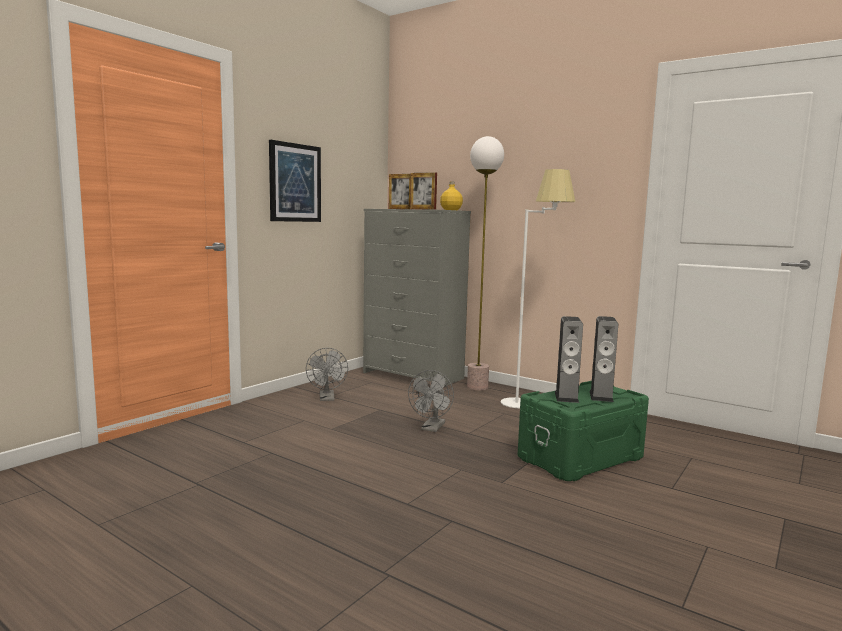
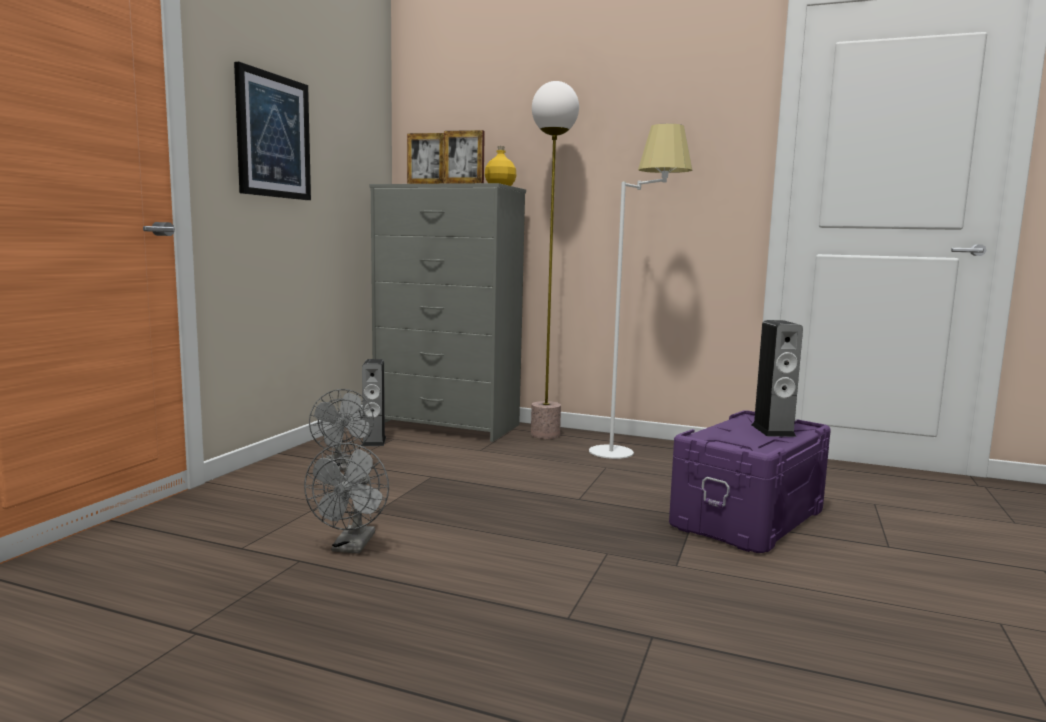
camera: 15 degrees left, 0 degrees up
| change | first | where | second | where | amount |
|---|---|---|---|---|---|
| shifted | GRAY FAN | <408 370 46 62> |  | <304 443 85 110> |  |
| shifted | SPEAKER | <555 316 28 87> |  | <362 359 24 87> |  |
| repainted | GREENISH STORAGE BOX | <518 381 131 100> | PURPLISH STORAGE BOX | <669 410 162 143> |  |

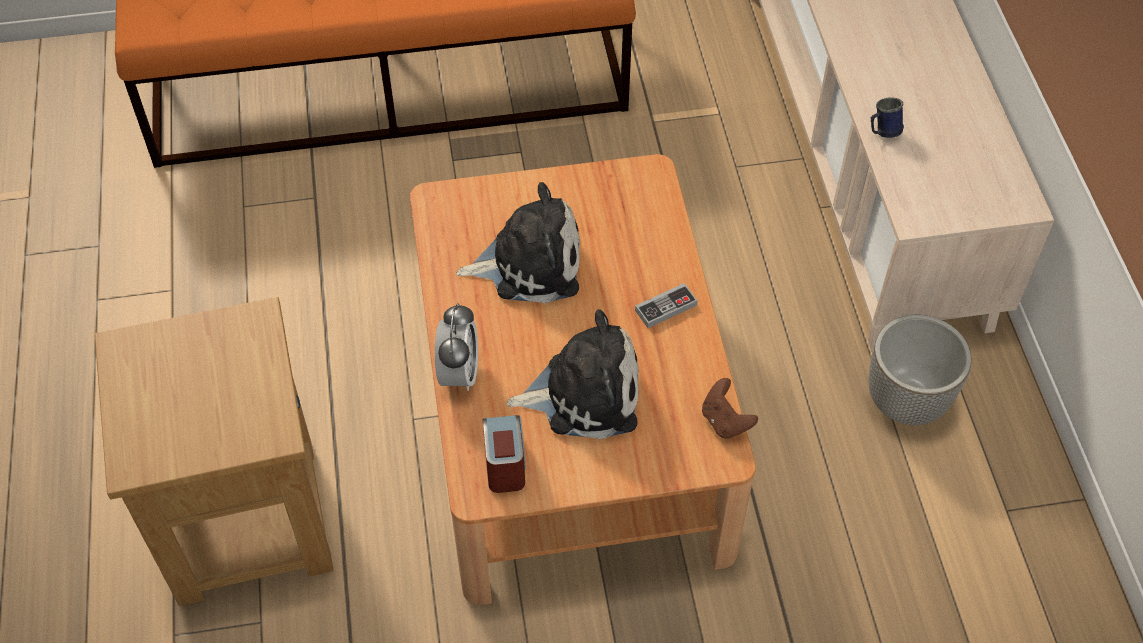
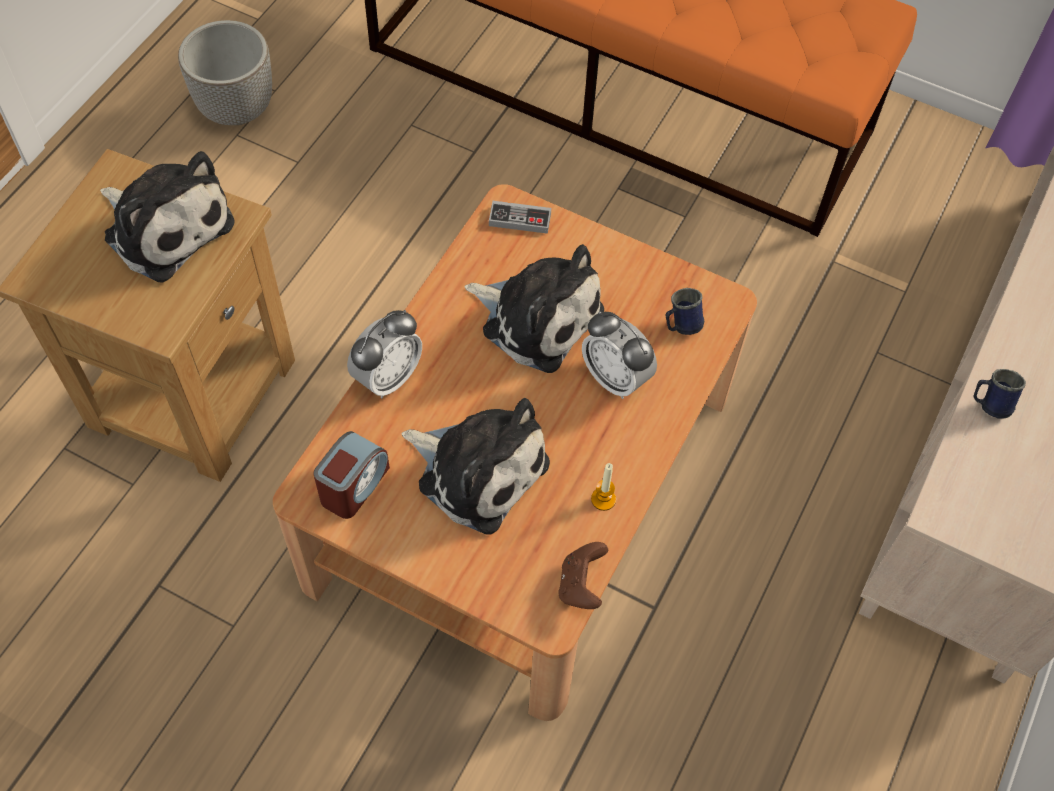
camera: 35 degrees right, 5 degrees up
| change | first | where | second | where | amount |
|---|---|---|---|---|---|
| new |  |  | CUDDLY TOY | <100 151 135 132> |  |
| shifted | PLANT POT | <869 315 103 110> |  | <178 20 94 105> |  |
| shifted | GAME CONTROLLER | <635 283 63 45> |  | <489 201 62 33> |  |
| new |  |  | BEDSIDE CLOCK | <582 311 75 88> |  |
| new |  |  | WAX LIGHT | <591 463 25 48> |  |
| new |  |  | BLUE TEA MUG | <666 288 38 47> |  |

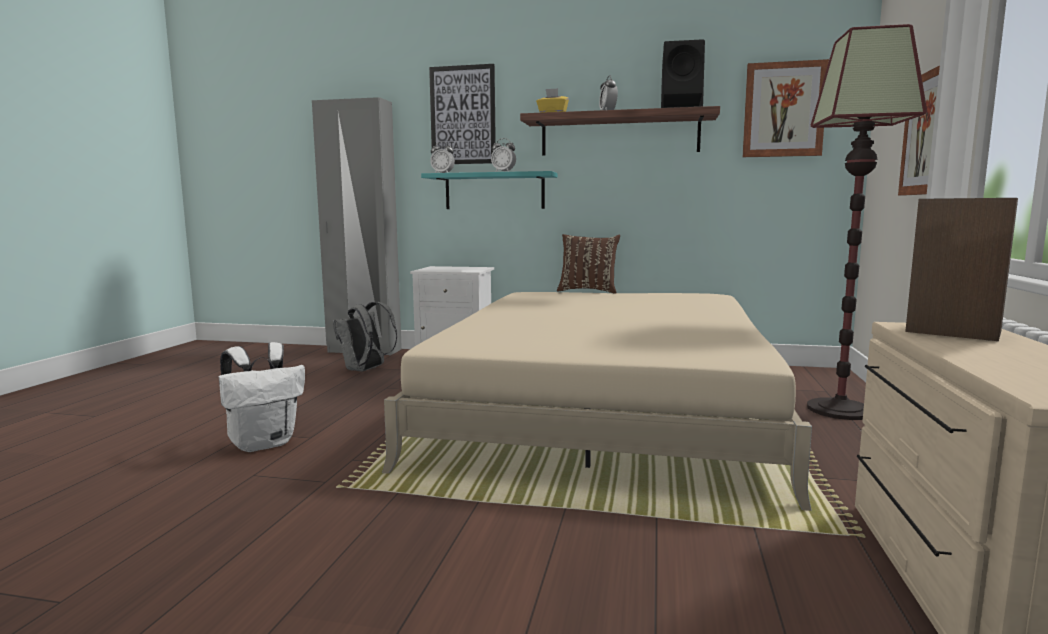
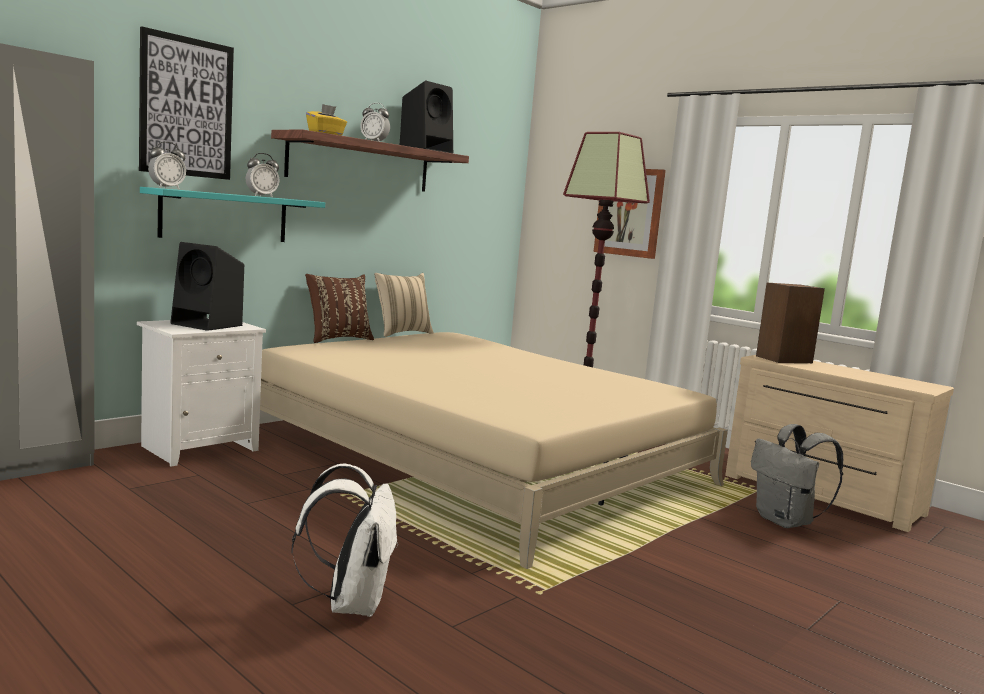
camera: 60 degrees left, 0 degrees up
| change | first | where | second | where | amount |
|---|---|---|---|---|---|
| new |  |  | BLACKISH SPEAKER | <170 242 74 89> |  |
| new |  |  | BEIGE THROW PILLOW | <374 273 60 64> |  |
| shifted | GRAY KNAPSACK | <333 302 64 69> |  | <751 424 92 104> |  |
| gone | PICTURE | <743 59 86 98> |  |  |  |

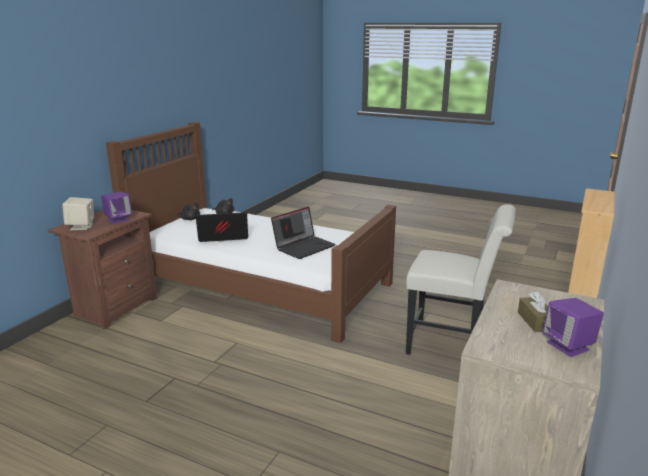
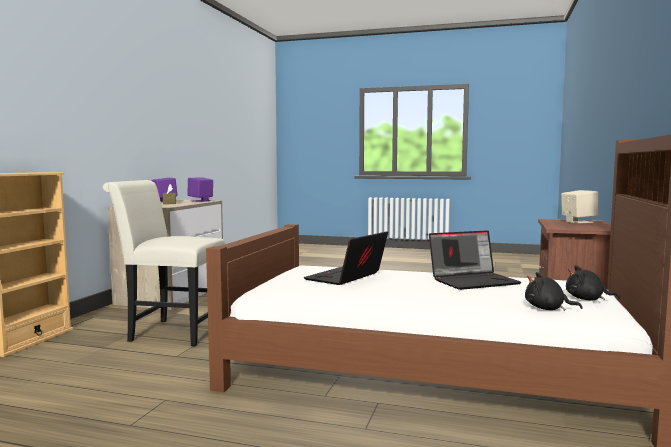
camera: 170 degrees right, 15 degrees down
| change | first | where | second | where | amount |
|---|---|---|---|---|---|
| shifted | PURPLISH SPEAKER | <101 192 31 32> |  | <188 177 25 25> |  |

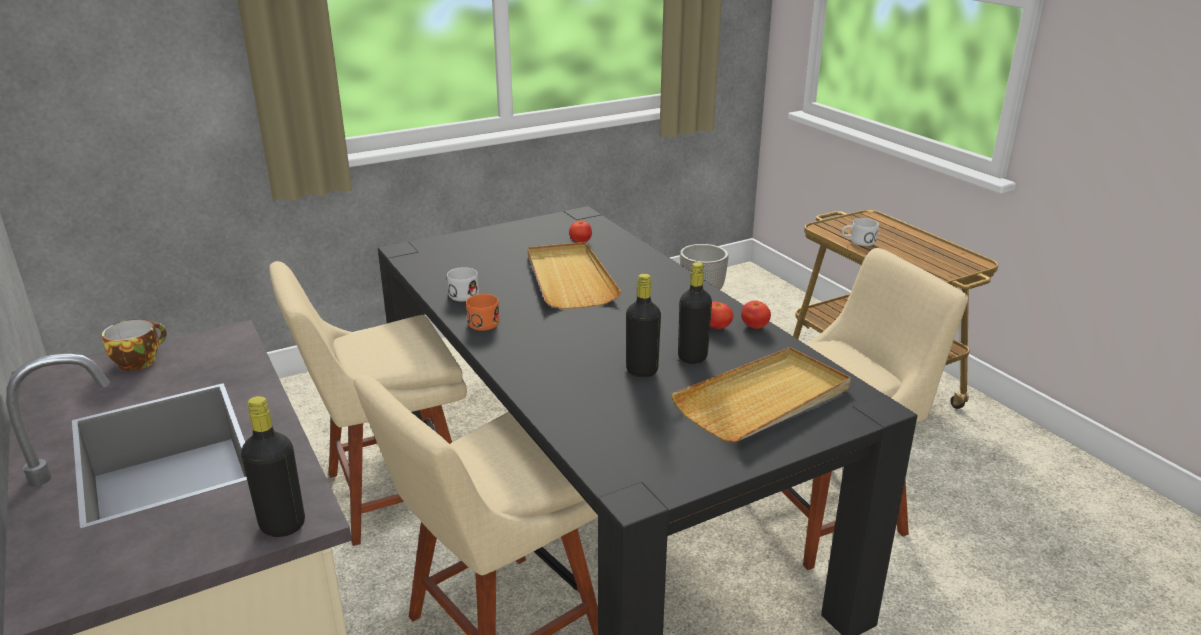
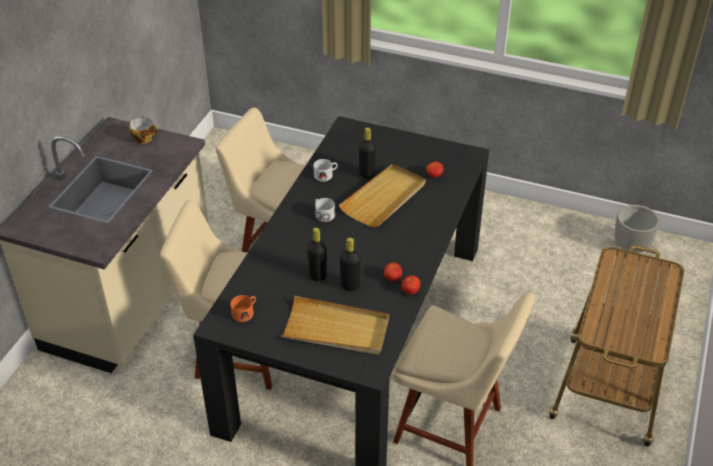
camera: 50 degrees right, 15 degrees up
| change | first | where | second | where | amount |
|---|---|---|---|---|---|
| shifted | ORANGEY TEA MUG | <466 294 34 37> |  | <230 295 26 27> |  |
| shifted | WHITE TEA MUG | <841 218 38 28> |  | <315 198 20 24> |  |
| shifted | BLACKISH BEVERAGE BOTTLE | <241 396 64 141> |  | <359 127 17 51> |  |

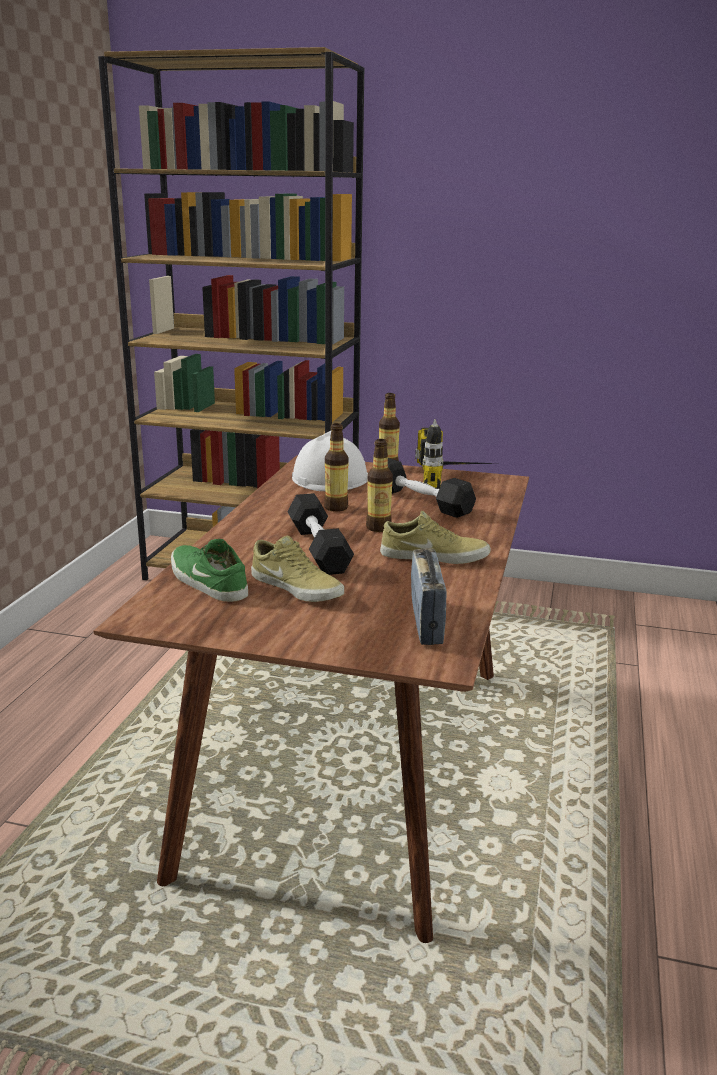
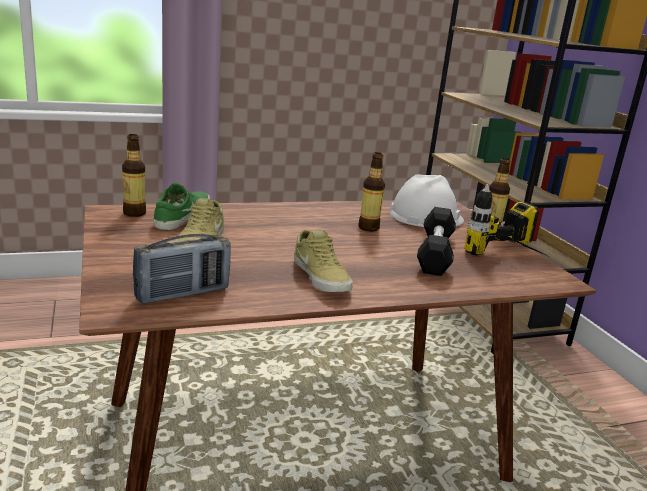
camera: 55 degrees right, 0 degrees up
| change | first | where | second | where | amount |
|---|---|---|---|---|---|
| shifted | BEVERAGE BOTTLE | <366 439 27 93> |  | <122 134 24 83> |  |
| gone | BLACKISH DUMBBELL | <288 493 66 82> |  |  |  |

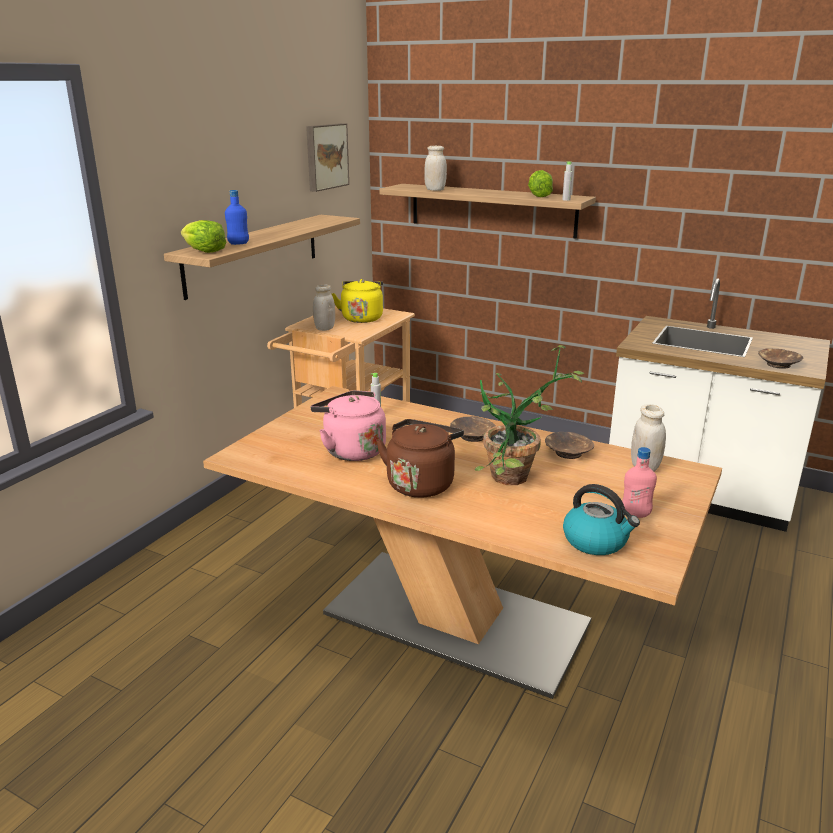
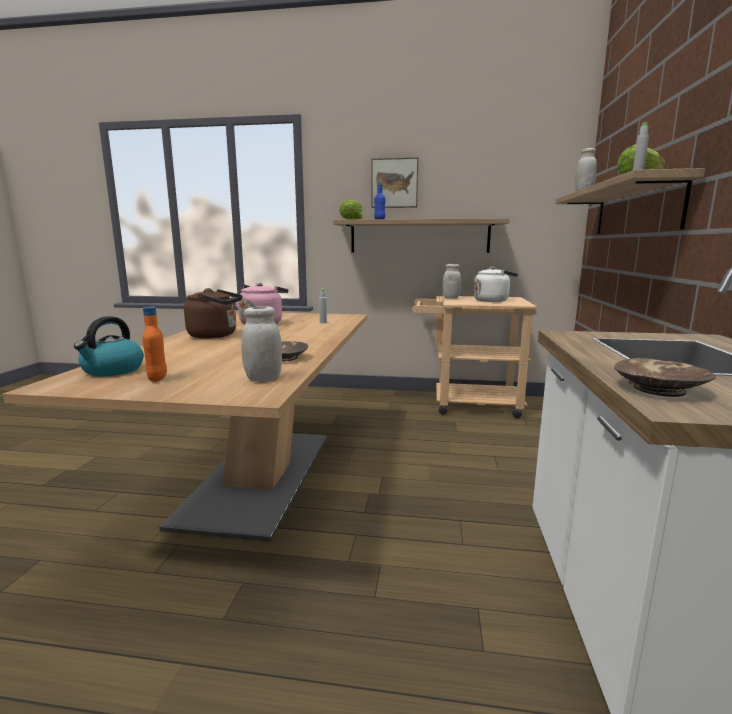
camera: 70 degrees right, 10 degrees down
| change | first | where | second | where | amount |
|---|---|---|---|---|---|
| repainted | PINKISH BEVERAGE BOTTLE | <622 447 35 71> | ORANGEY BEVERAGE BOTTLE | <142 306 25 76> |  |
| shifted | PICTURE | <306 123 43 69> |  | <371 157 47 51> |  |
| repainted | YELLOWISH WATER KETTLE | <331 279 52 44> | WHITE WATER KETTLE | <474 267 44 35> |  |
| gone | BROWN-COLOURED DEEP DISH | <450 416 46 26> |  |  |  |
| gone | PLANT IN A POT | <475 345 109 140> |  |  |  |

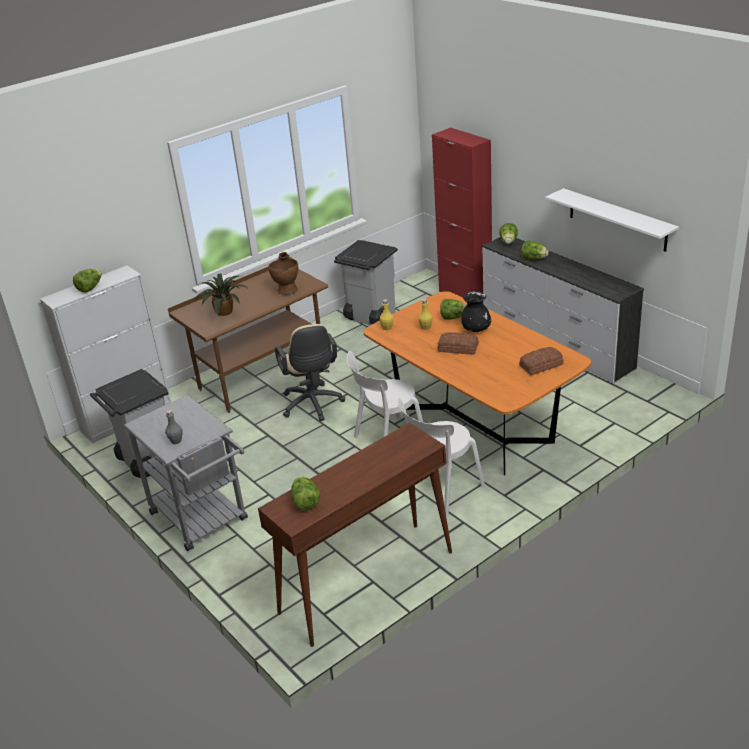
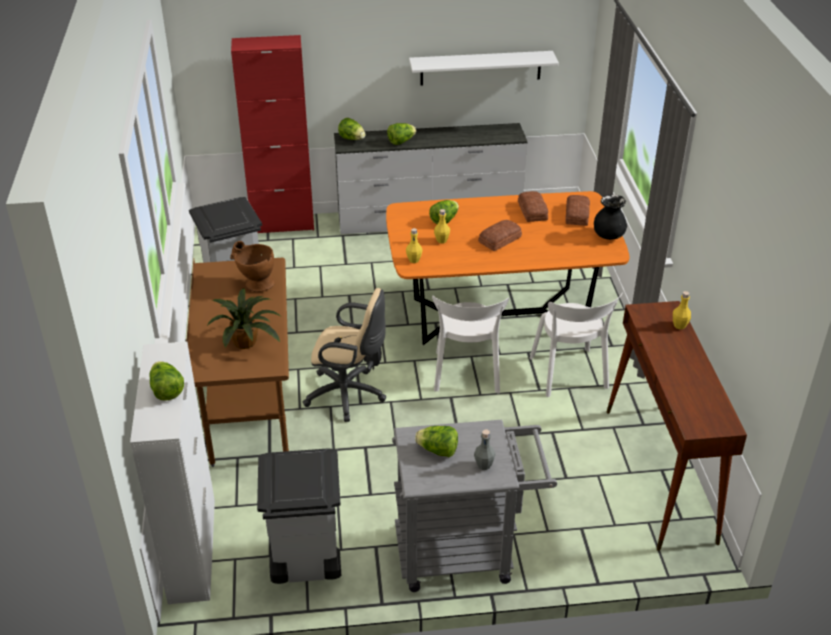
camera: 60 degrees left, 5 degrees up
| change | first | where | second | where | amount |
|---|---|---|---|---|---|
| shifted | LETTUCE | <291 476 29 35> |  | <415 426 43 32> |  |
| new |  |  | BAKED BREAD | <518 191 30 31> |  |
| shifted | BLACKISH FLOWER VASE | <461 291 30 41> |  | <594 194 33 46> |  |
| new |  |  | YELLOWISH BEVERAGE BOTTLE | <673 291 18 38> |  |

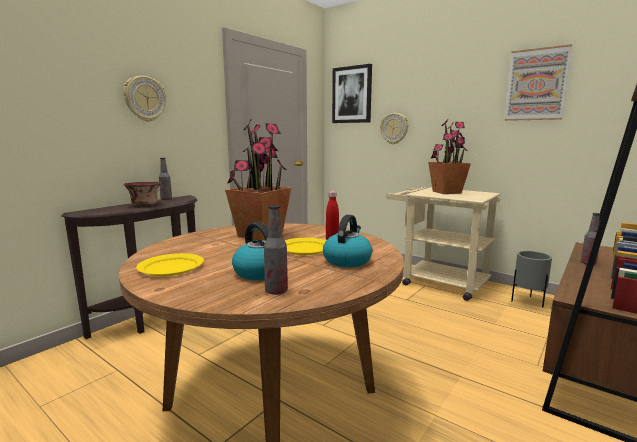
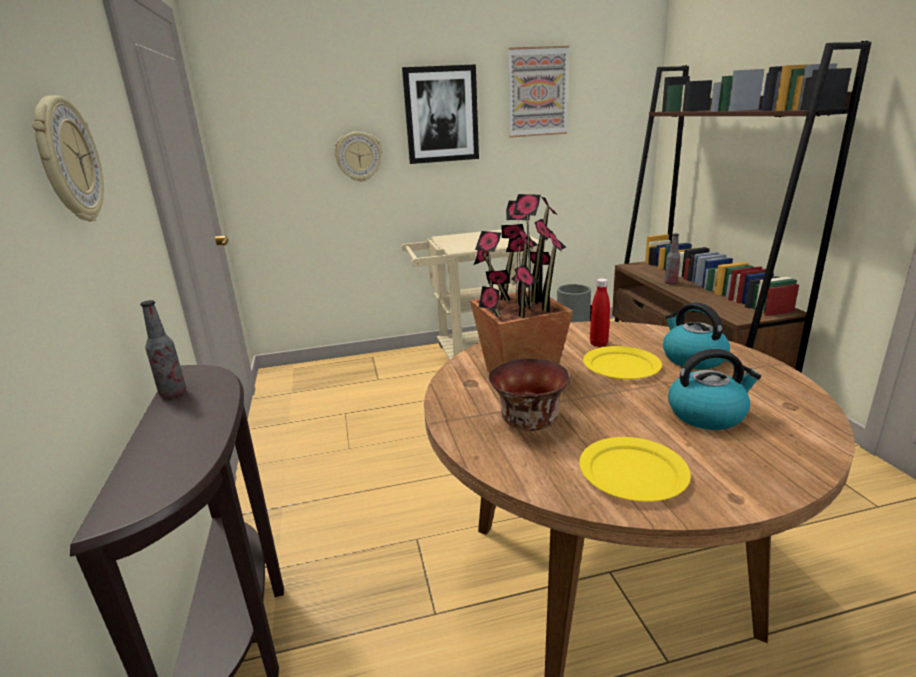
camera: 50 degrees left, 10 degrees up
| change | first | where | second | where | amount |
|---|---|---|---|---|---|
| shifted | PICTURE | <332 64 40 59> |  | <402 64 77 100> |  |
| shifted | DEEP DISH | <123 182 38 24> |  | <489 359 81 72> |  |
| gone | BEVERAGE BOTTLE | <264 205 24 90> |  |  |  |
| gone | PLANT IN A POT | <428 119 43 75> |  |  |  |

